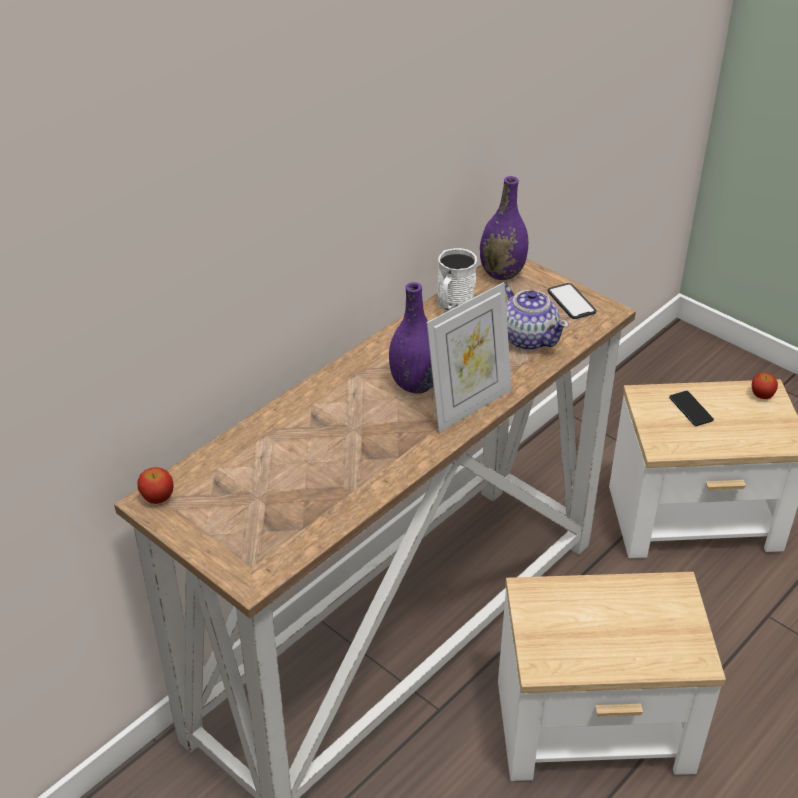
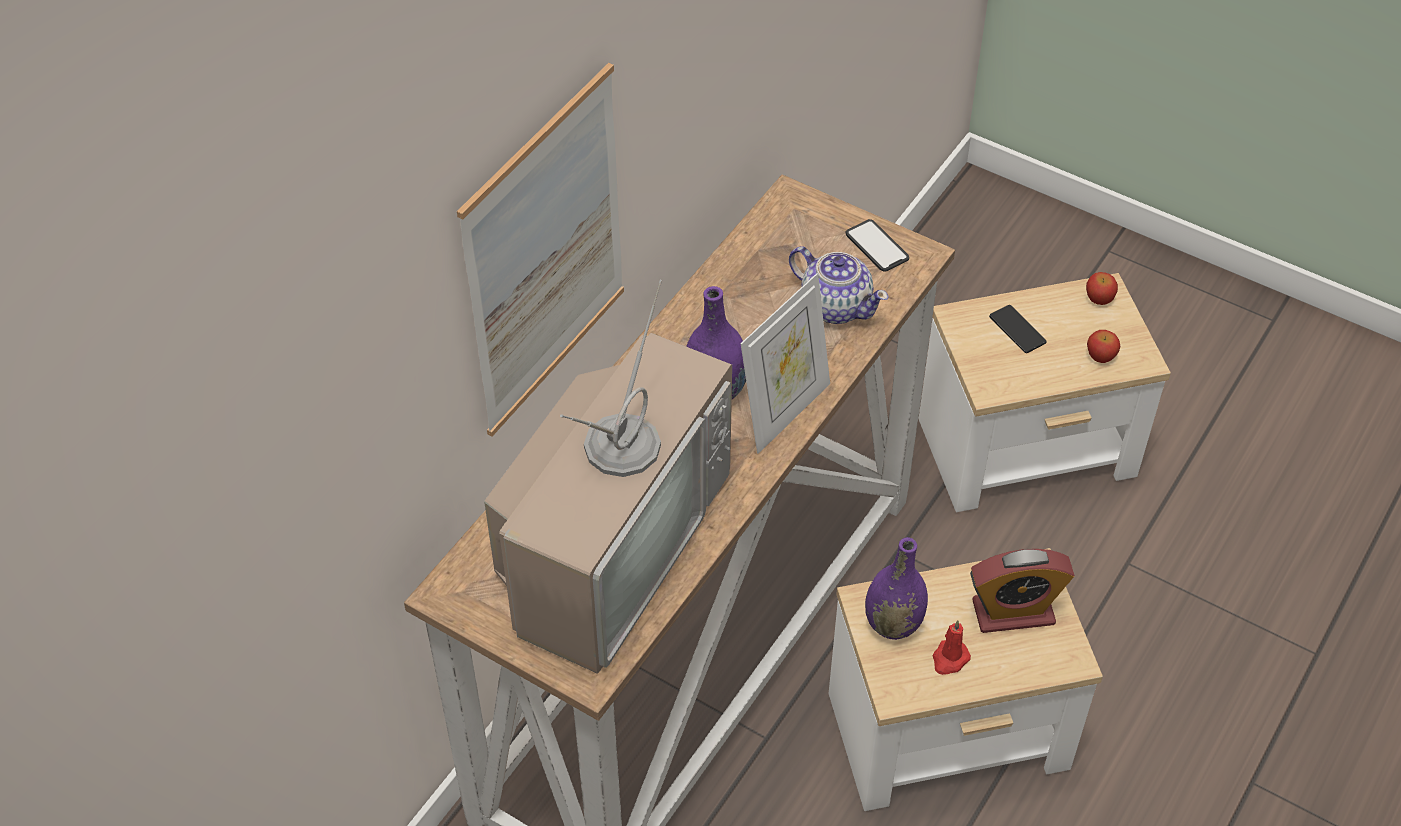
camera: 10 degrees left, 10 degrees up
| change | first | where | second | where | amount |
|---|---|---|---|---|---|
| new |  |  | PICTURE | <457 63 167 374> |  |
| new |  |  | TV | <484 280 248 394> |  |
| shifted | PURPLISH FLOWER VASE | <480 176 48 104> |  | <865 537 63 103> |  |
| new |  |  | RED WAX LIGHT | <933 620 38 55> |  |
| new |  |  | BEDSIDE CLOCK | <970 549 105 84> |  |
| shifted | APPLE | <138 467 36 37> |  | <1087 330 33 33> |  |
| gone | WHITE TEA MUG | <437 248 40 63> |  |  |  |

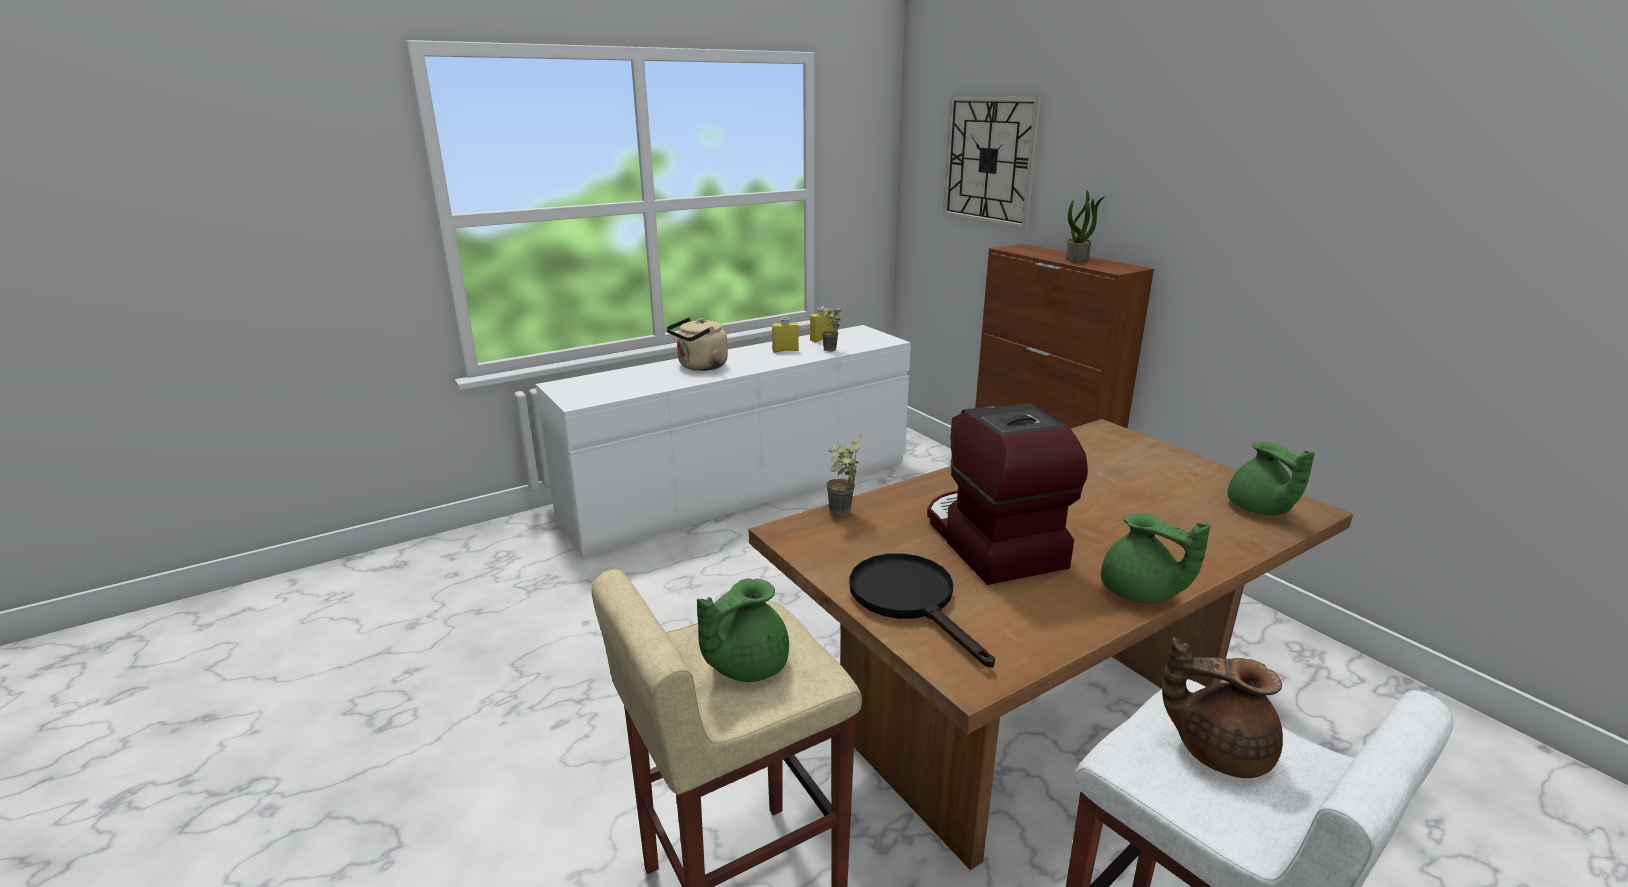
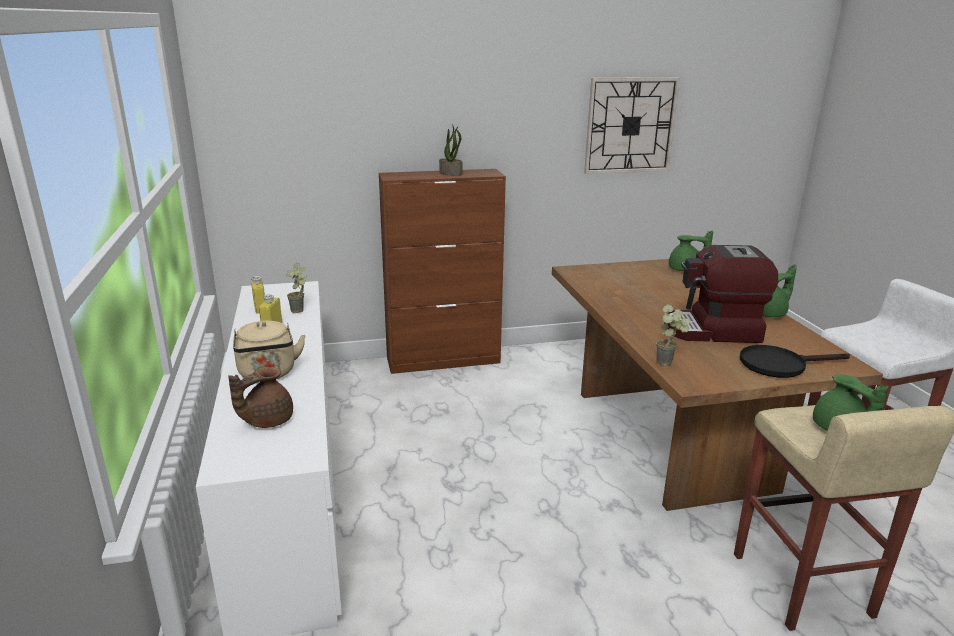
camera: 70 degrees left, 0 degrees up
| change | first | where | second | where | amount |
|---|---|---|---|---|---|
| shifted | BROWN-COLOURED POT FOR TEA | <1162 637 121 141> |  | <228 367 65 61> |  |
| shifted | HANGING CLOCK | <943 96 99 133> |  | <584 77 96 97> |  |

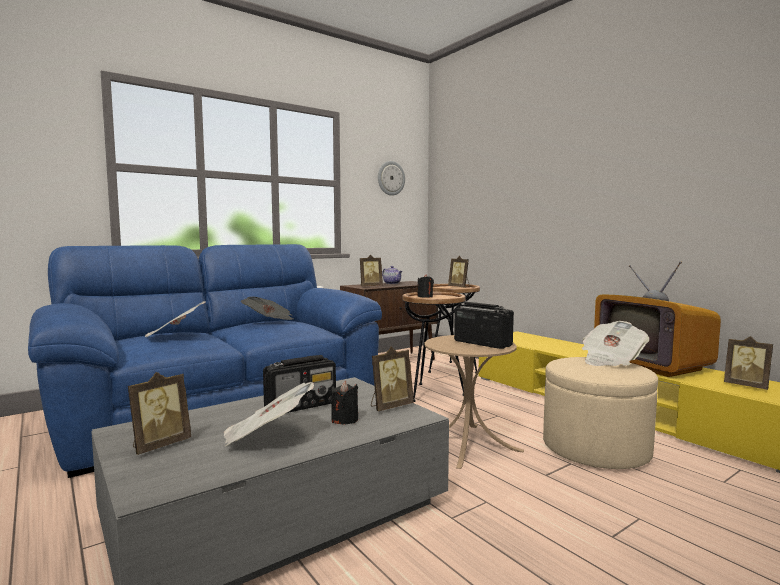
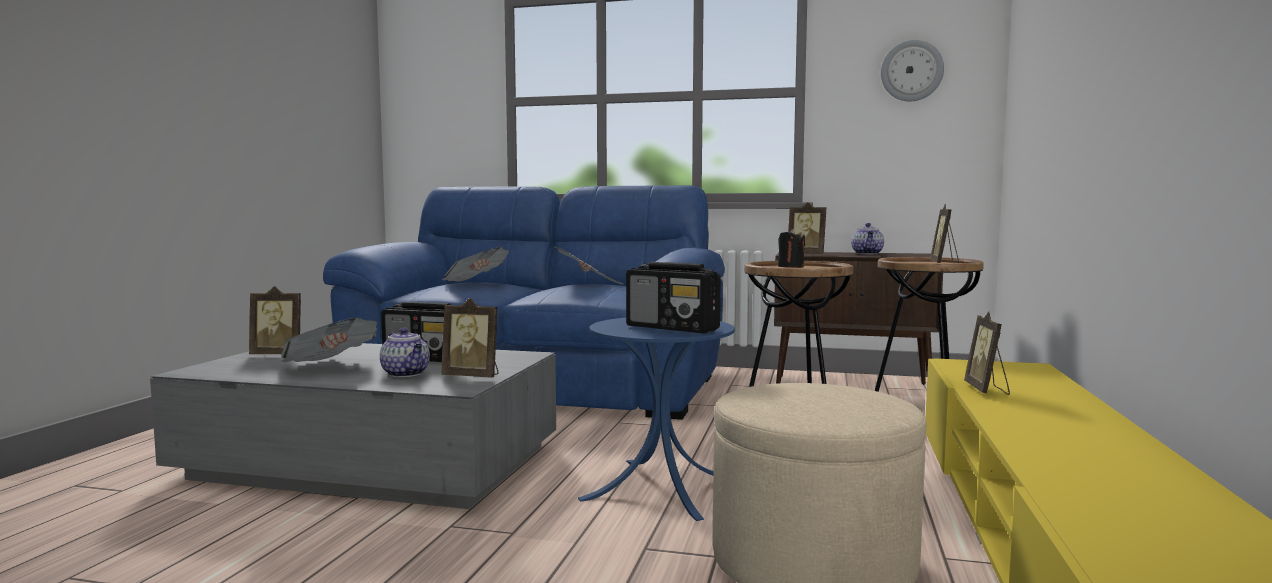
camera: 50 degrees right, 0 degrees up
| change | first | where | second | where | amount |
|---|---|---|---|---|---|
| swapped | BLACKISH WAX LIGHT | <331 381 27 43> | POT FOR TEA | <380 328 50 49> |  |
| repainted | BEIGE ACCENT TABLE | <424 335 100 134> | BLUE ACCENT TABLE | <578 318 156 203> |  |
| rotated | RADIO | <454 302 60 47> |  | <626 262 95 71> | 120 degrees clockwise |
| shifted | PICTURE FRAME | <724 336 49 54> |  | <964 312 46 83> |  |
| gone | NEWSPAPER | <582 321 67 45> |  |  |  |
| gone | TV | <594 261 127 116> |  |  |  |

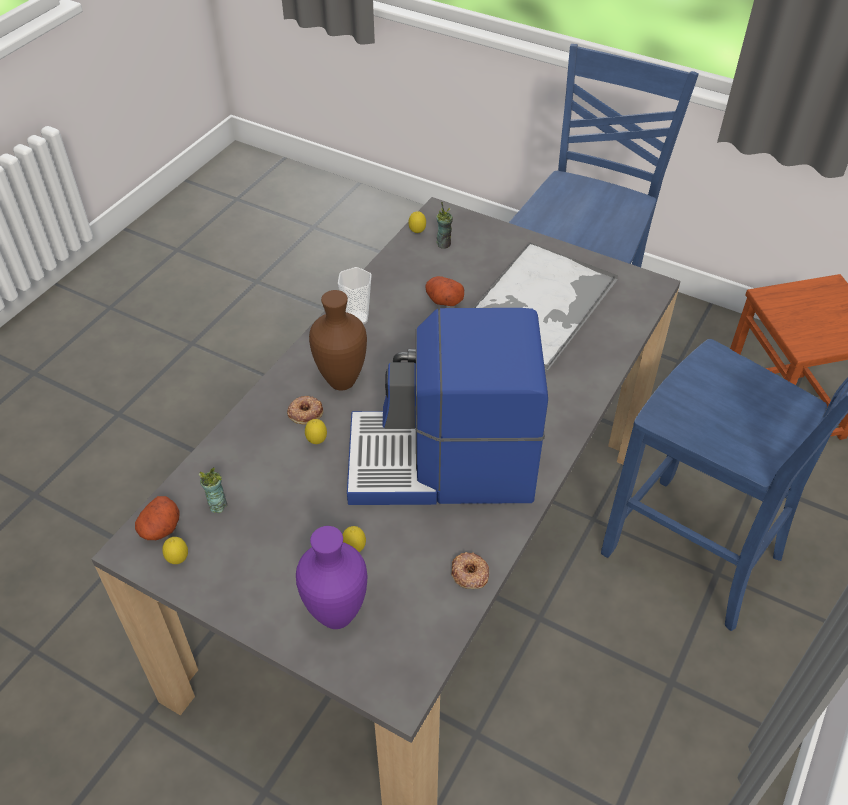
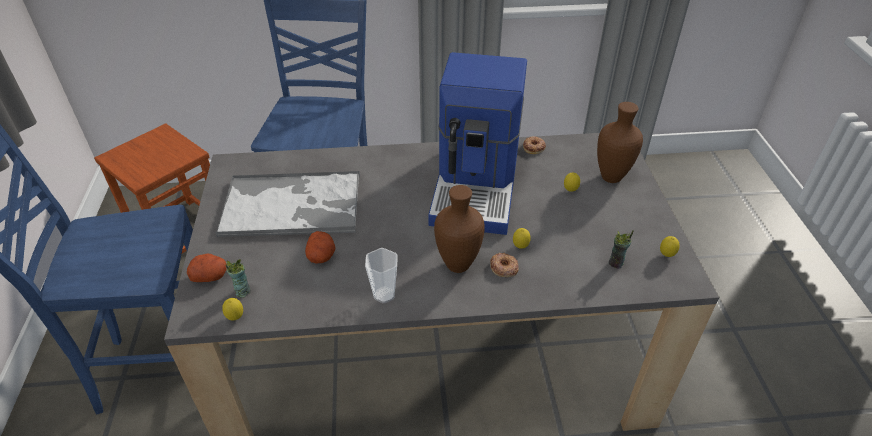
camera: 125 degrees left, 5 degrees down
| change | first | where | second | where | amount |
|---|---|---|---|---|---|
| shifted | SPUD | <135 496 45 44> |  | <187 254 40 28> |  |
| rotated | COFFEE BREWER | <347 308 201 197> |  | <428 52 99 183> | 45 degrees clockwise |
| repainted | PURPLISH FLOWER VASE | <296 526 71 103> | BROWN-COLOURED FLOWER VASE | <597 102 46 81> |  |

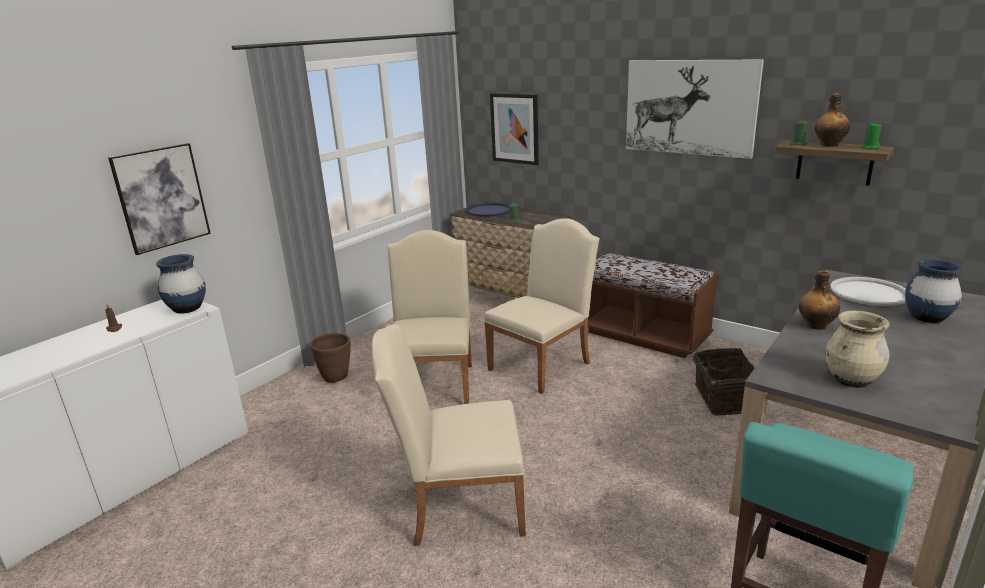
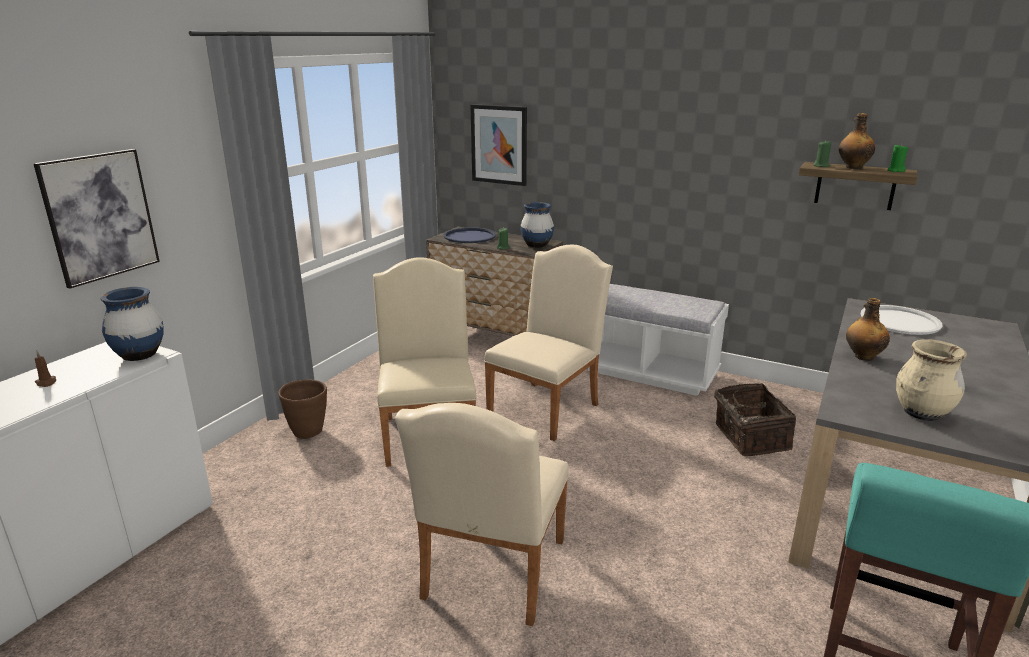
camera: 10 degrees left, 0 degrees up
| change | first | where | second | where | amount |
|---|---|---|---|---|---|
| rotated | BEIGE UPRIGHT CHAIR | <371 324 155 222> |  | <395 403 174 223> | 60 degrees counterclockwise |
| shifted | BLUE FLOWER VASE | <905 259 58 64> |  | <520 202 34 46> |  |
| repainted | BROWN-COLOURED LONG SEAT | <588 253 131 105> | WHITE LONG SEAT | <588 284 141 112> |  |
| gone | PICTURE | <626 59 138 100> |  |  |  |

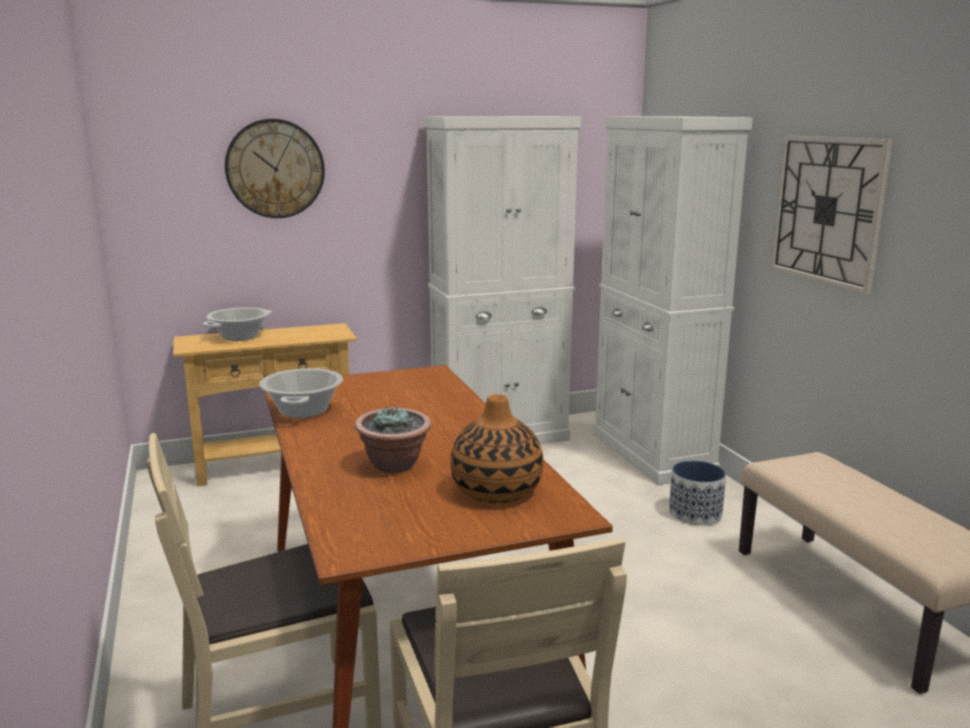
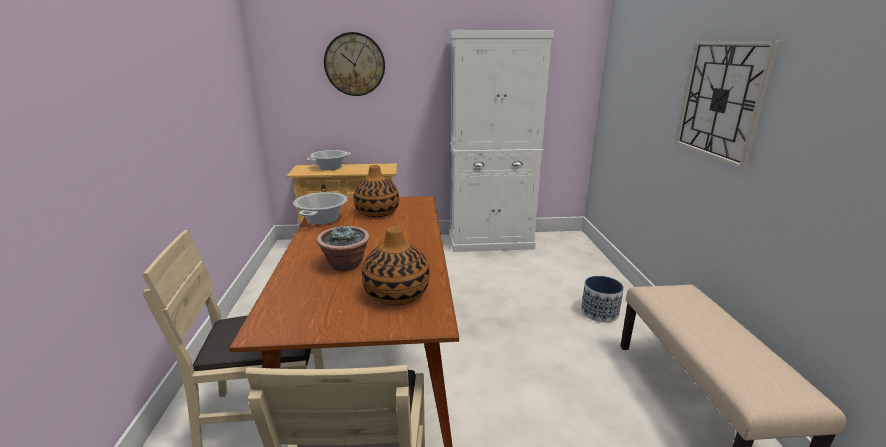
camera: 15 degrees right, 5 degrees up
| change | first | where | second | where | amount |
|---|---|---|---|---|---|
| new |  |  | FLOWER VASE | <354 165 45 52> |  |
| gone | WHITE CUPBOARD | <593 116 160 369> |  |  |  |

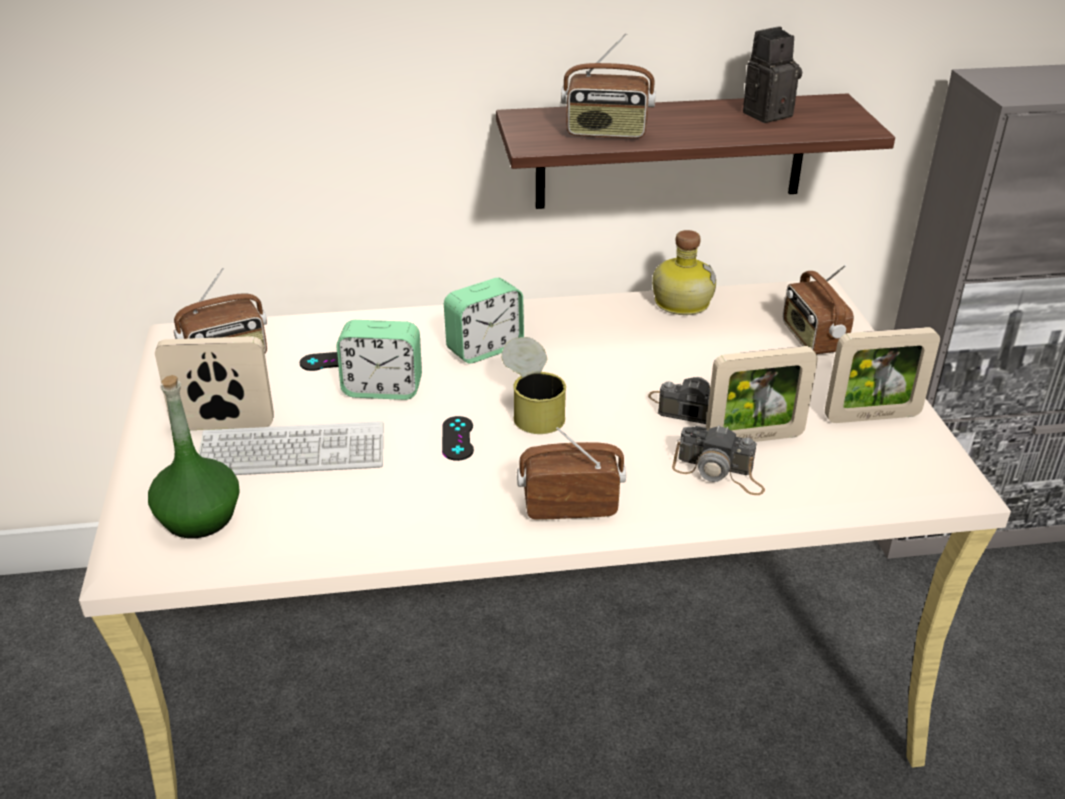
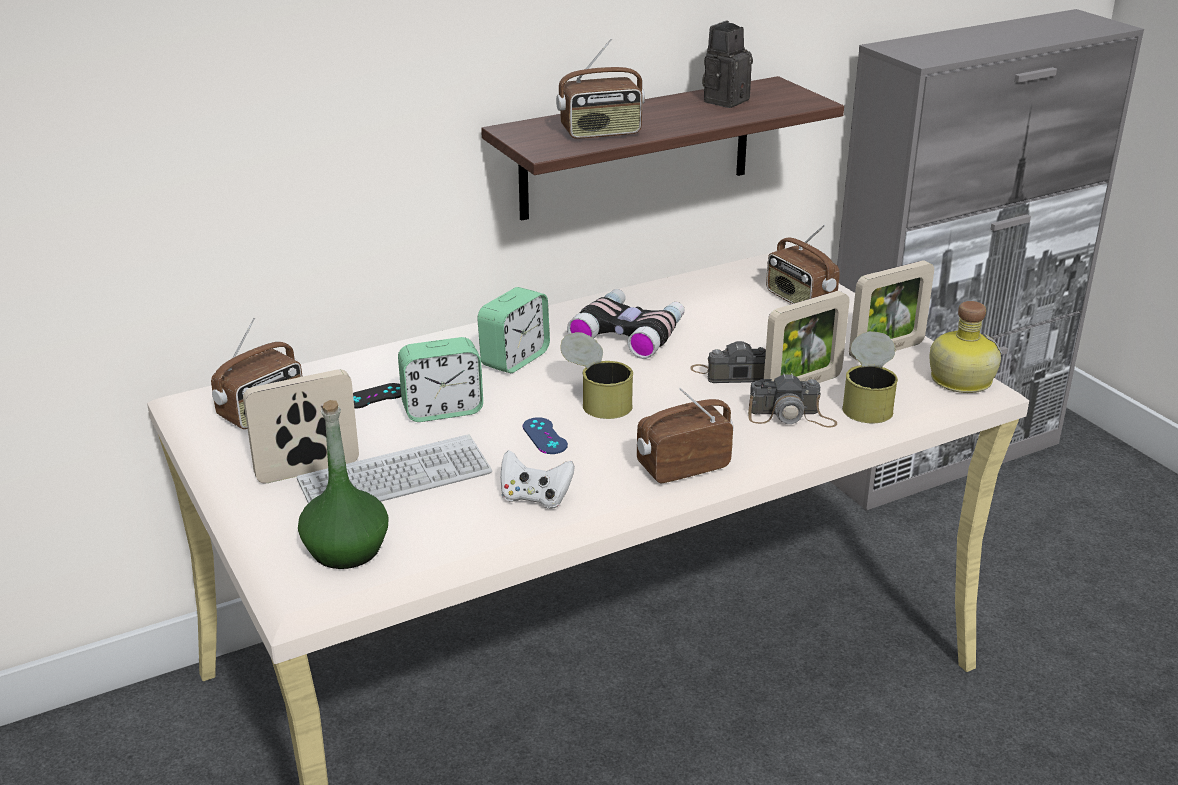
camera: 20 degrees left, 5 degrees down
| change | first | where | second | where | amount |
|---|---|---|---|---|---|
| new |  |  | WHITE GAME CONTROLLER | <500 450 75 59> |  |
| repainted | BLACKISH GAME CONTROLLER | <442 416 32 45> | BLUE GAME CONTROLLER | <523 417 45 37> |  |
| new |  |  | FIELD GLASSES | <567 289 118 70> |  |
| new |  |  | CAN | <842 331 56 93> |  |
| shifted | BEVERAGE BOTTLE | <652 230 64 85> |  | <929 301 73 92> |  |

